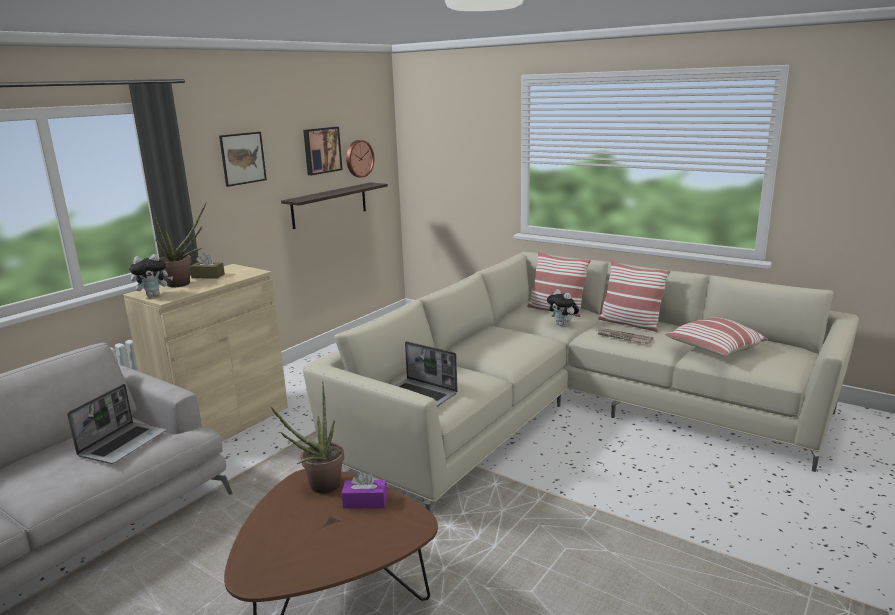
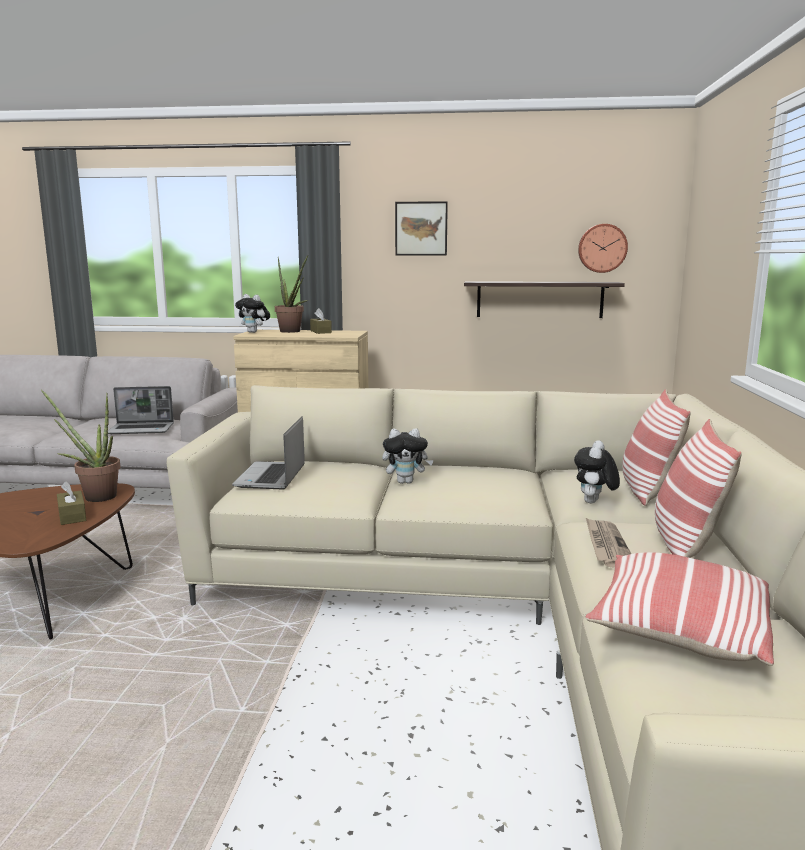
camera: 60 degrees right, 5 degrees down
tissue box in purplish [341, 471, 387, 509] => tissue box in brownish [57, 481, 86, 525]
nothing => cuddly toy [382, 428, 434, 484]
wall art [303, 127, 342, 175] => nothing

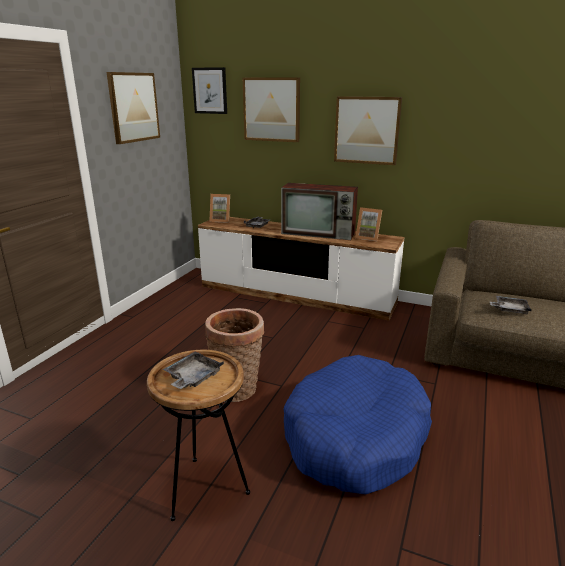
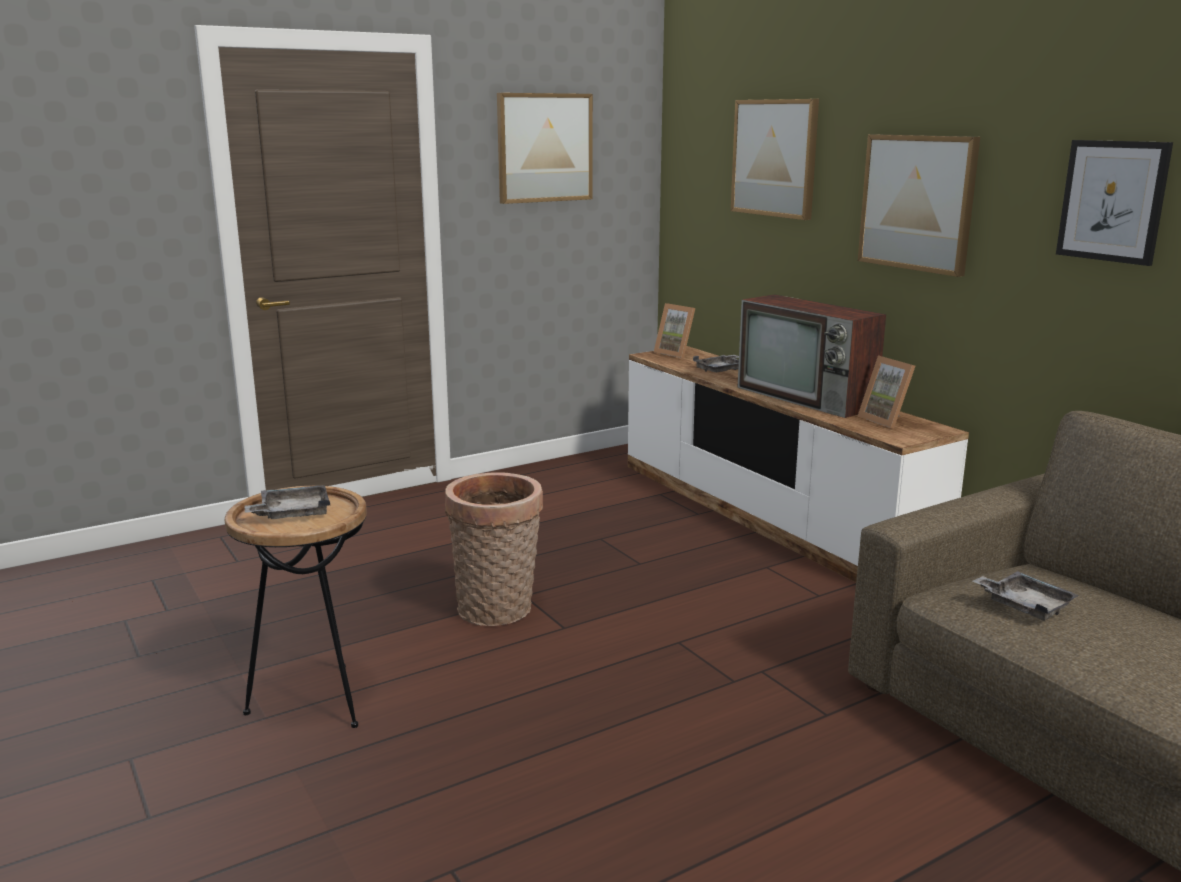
camera: 35 degrees right, 5 degrees down
wall art [192, 67, 227, 114] => wall art [1056, 140, 1173, 266], move
pet bed in blue-coloured [283, 355, 432, 494] => nothing

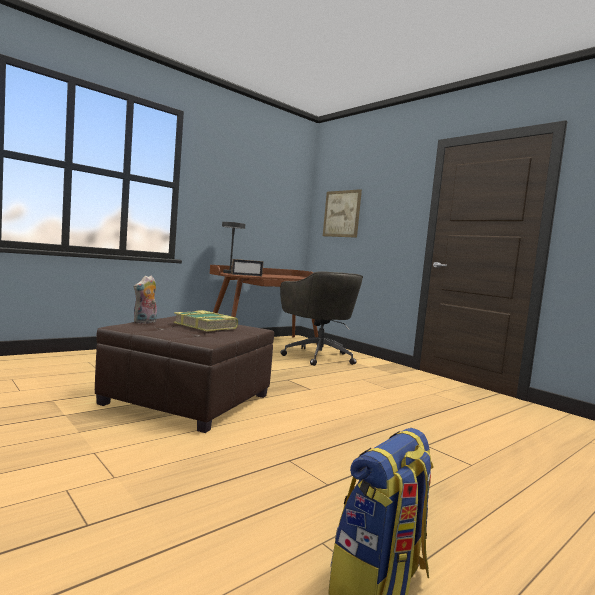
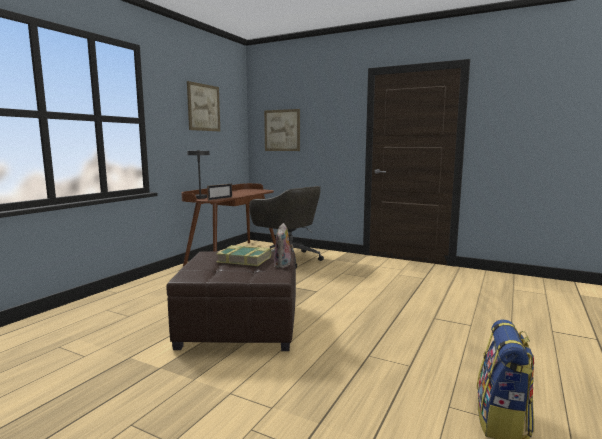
camera: 20 degrees left, 5 degrees up
nothing => wall art [187, 81, 220, 131]
cuddly toy [134, 276, 157, 324] => cuddly toy [274, 223, 293, 268], move

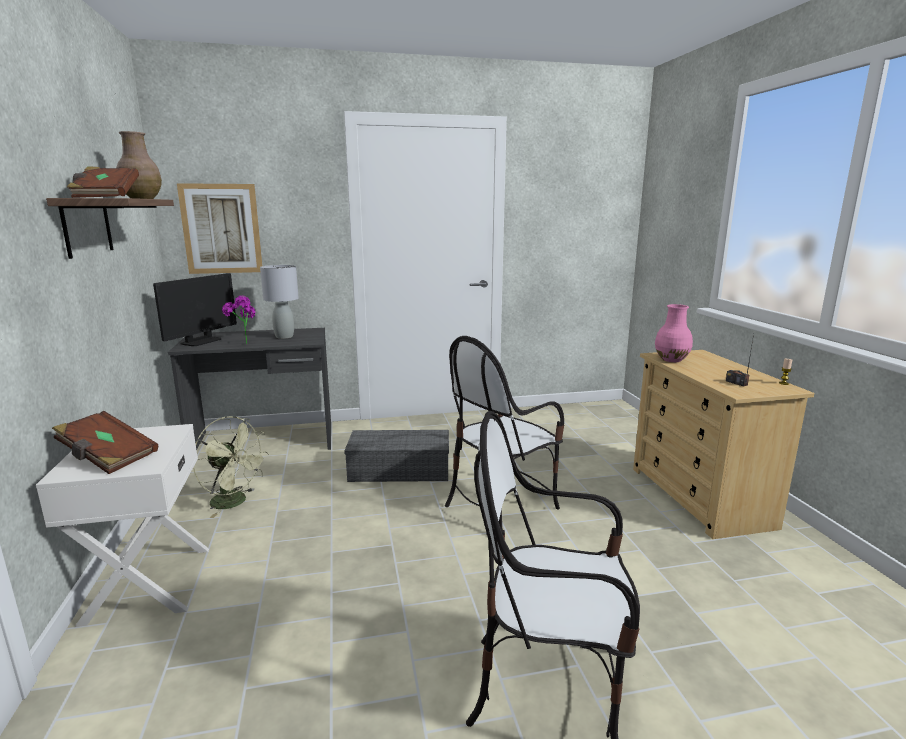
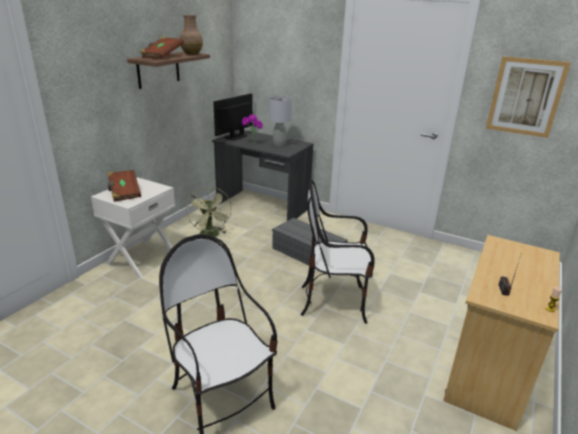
camera: 40 degrees right, 10 degrees up
monitor [153, 273, 237, 346] => monitor [213, 94, 253, 140], 150 degrees clockwise
wall art [177, 183, 262, 274] => wall art [486, 56, 571, 138], move
vase in pink [655, 304, 693, 362] => nothing

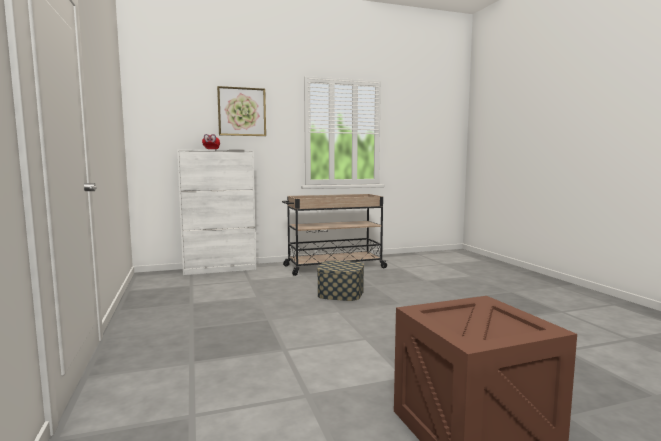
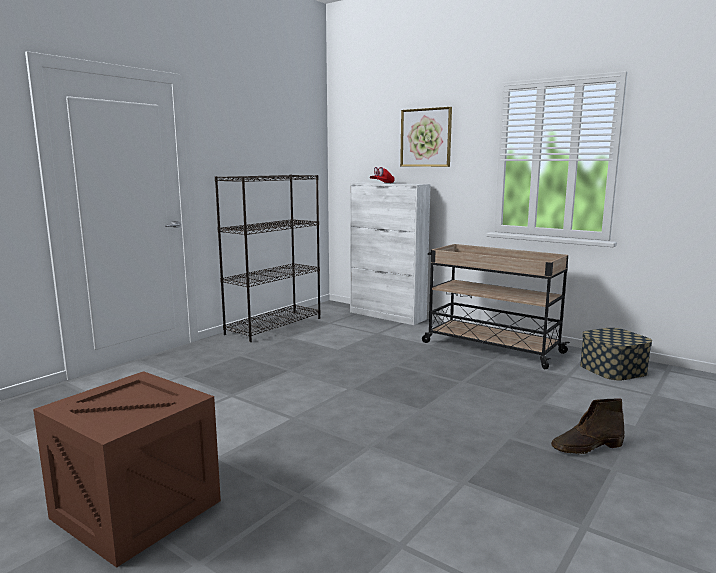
camera: 55 degrees right, 5 degrees up
nothing => bookcase in black [215, 175, 321, 342]
nothing => tall boot in brownish [551, 398, 625, 454]
storage box [317, 260, 364, 301] => storage box [580, 328, 652, 381], move

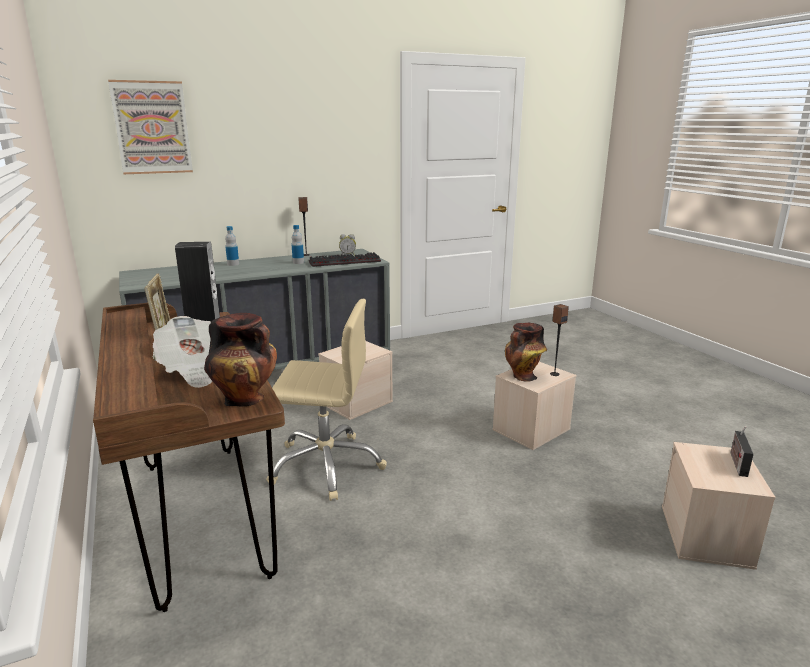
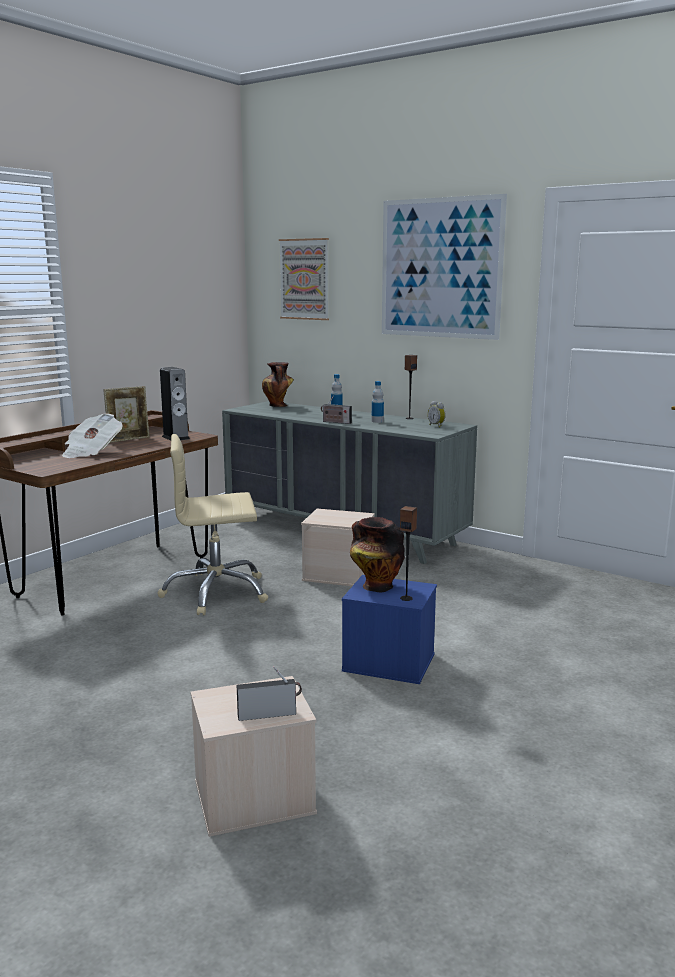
camera: 60 degrees right, 5 degrees down
office chair in sand-coloured [266, 299, 387, 501] => office chair in sand-coloured [158, 434, 268, 615], 105 degrees clockwise
vase [204, 313, 277, 407] => vase [262, 362, 294, 407], move
nothing => radio set [321, 396, 352, 424]
storage box in sand-coloured [492, 362, 577, 450] => storage box in blue-coloured [342, 575, 437, 684]
nothing => wall art [382, 194, 507, 340]
keyboard [309, 252, 381, 267] => nothing

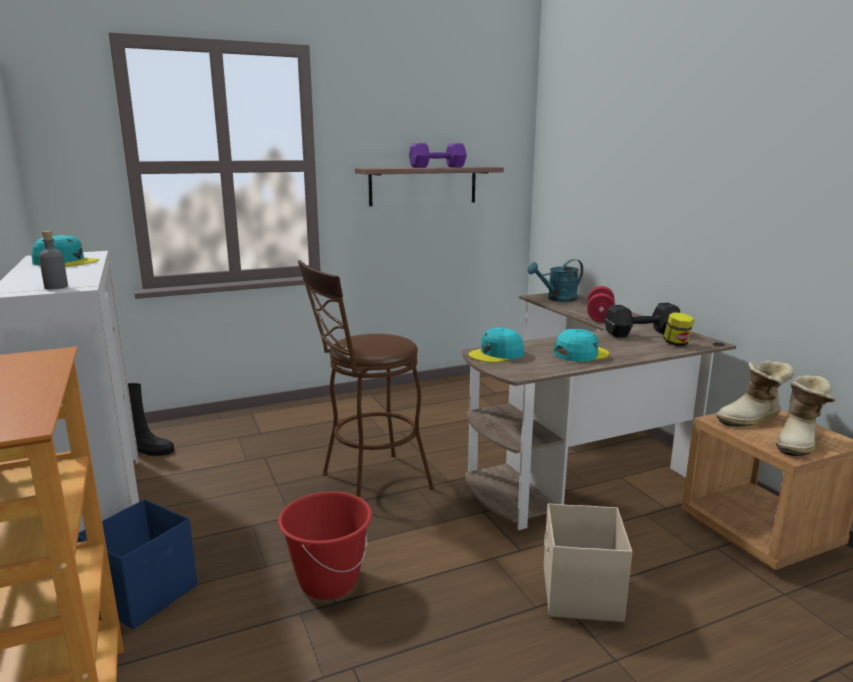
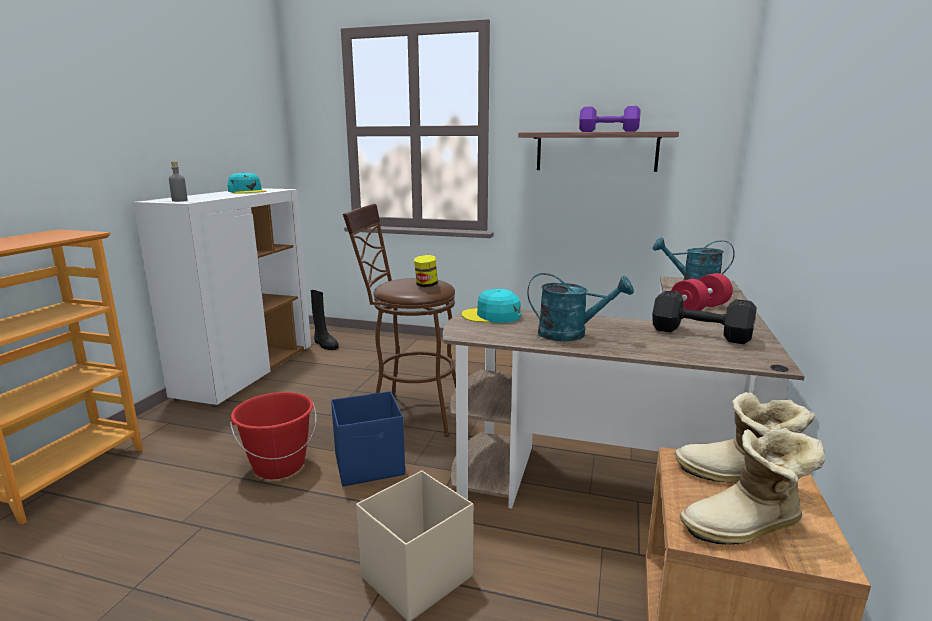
camera: 40 degrees right, 0 degrees up
storage box in blue-coloured [77, 499, 197, 630] => storage box in blue-coloured [331, 391, 405, 486], move
preserve jar [663, 312, 694, 346] => preserve jar [414, 255, 438, 287], move
peaked cap in blue-green [554, 329, 609, 362] => sprinkling can in blue-green [527, 273, 634, 341]

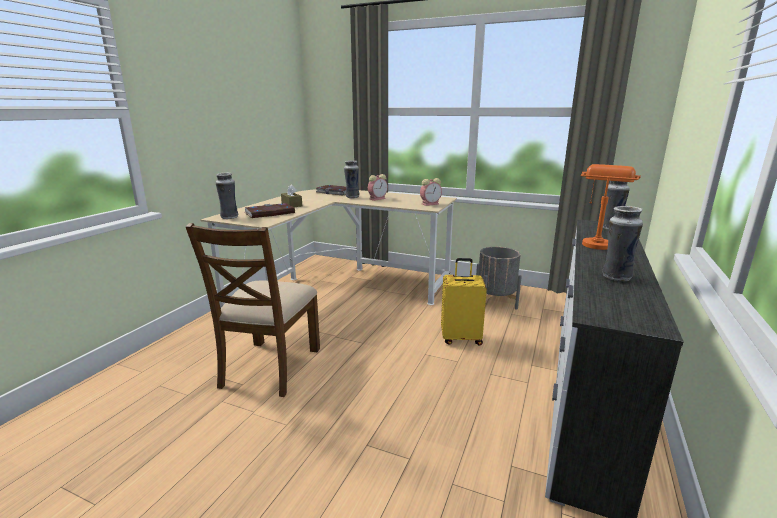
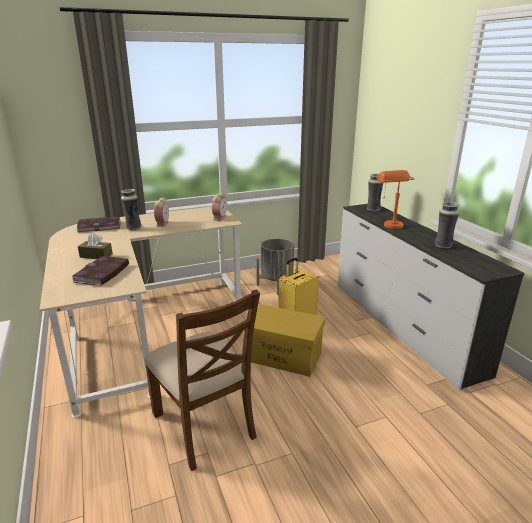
camera: 45 degrees left, 5 degrees up
nothing => storage box in yellowish [244, 304, 326, 377]
vase [216, 173, 239, 219] => nothing

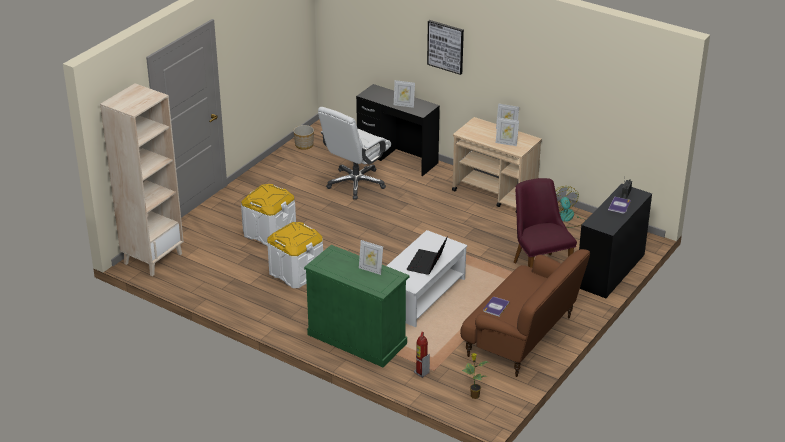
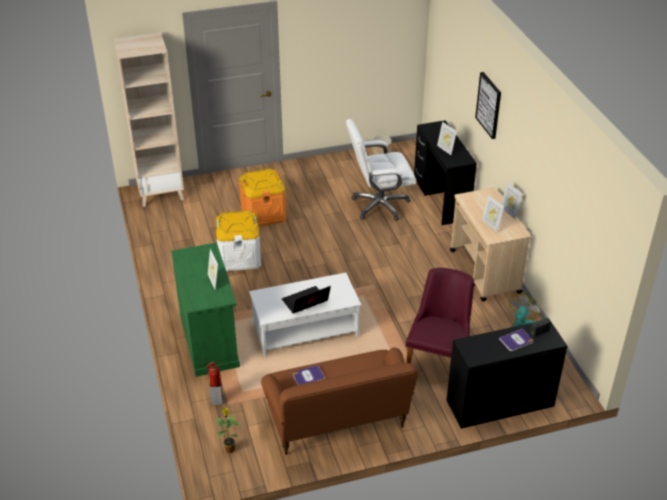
camera: 40 degrees right, 5 degrees up
storage box in whitish [241, 184, 296, 246] => storage box in orange-coloured [239, 169, 286, 227]

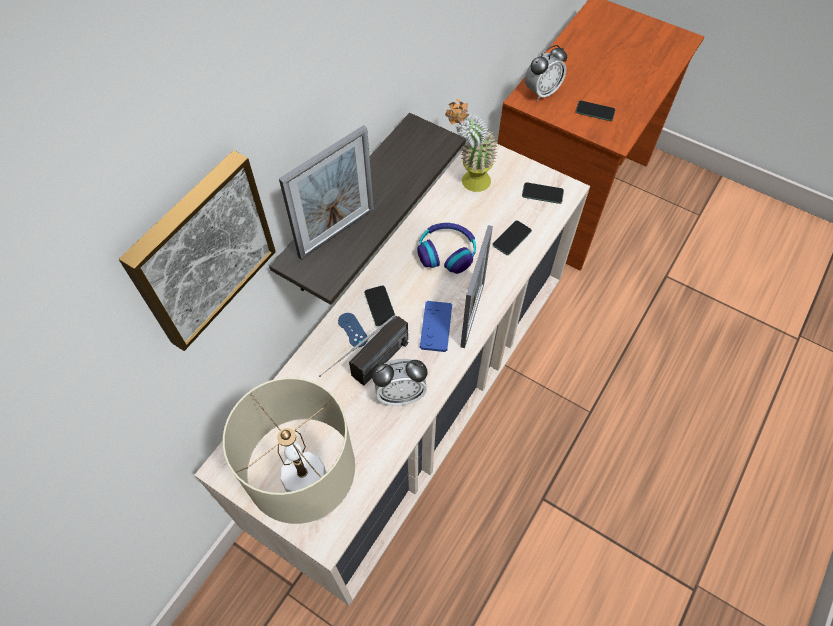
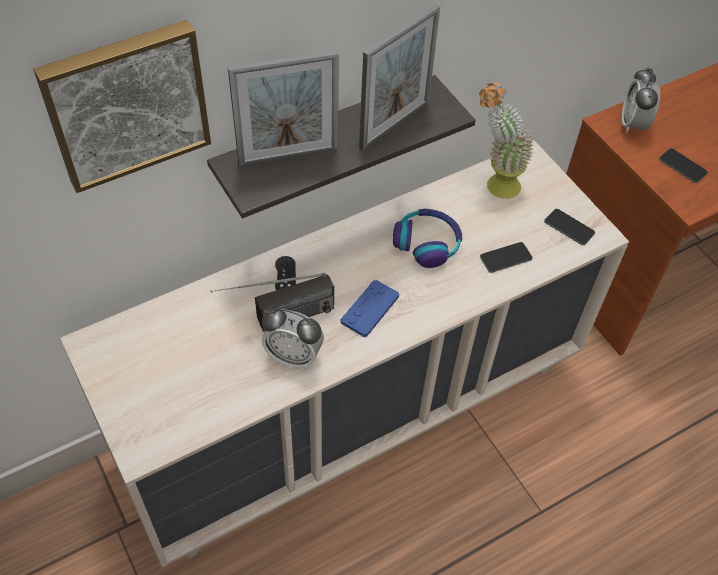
camera: 25 degrees right, 5 degrees down
gamepad in blue-coloured [338, 313, 367, 347] => gamepad in black [275, 256, 296, 290]
standing frame [460, 225, 493, 348] => standing frame [359, 4, 440, 150], move
table clock [525, 45, 567, 101] => table clock [622, 68, 660, 133], 105 degrees clockwise
lamp for a table in sand-coloured [223, 377, 355, 524] => nothing
handset [364, 285, 395, 326] => nothing

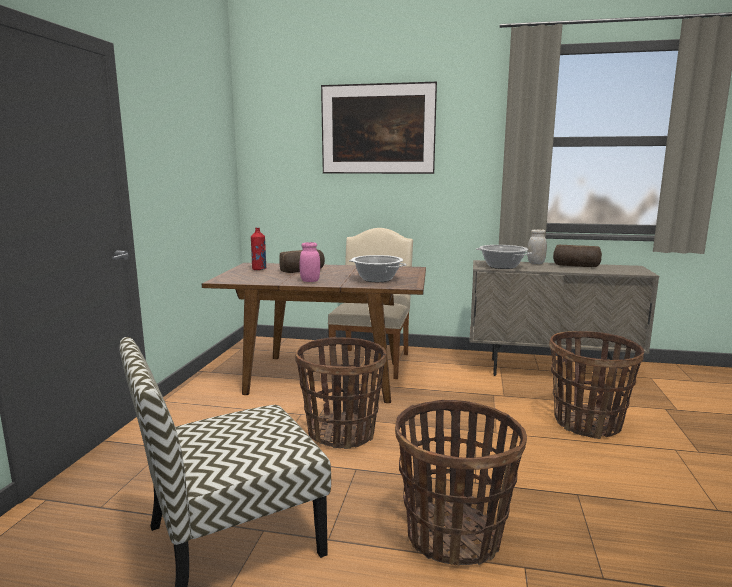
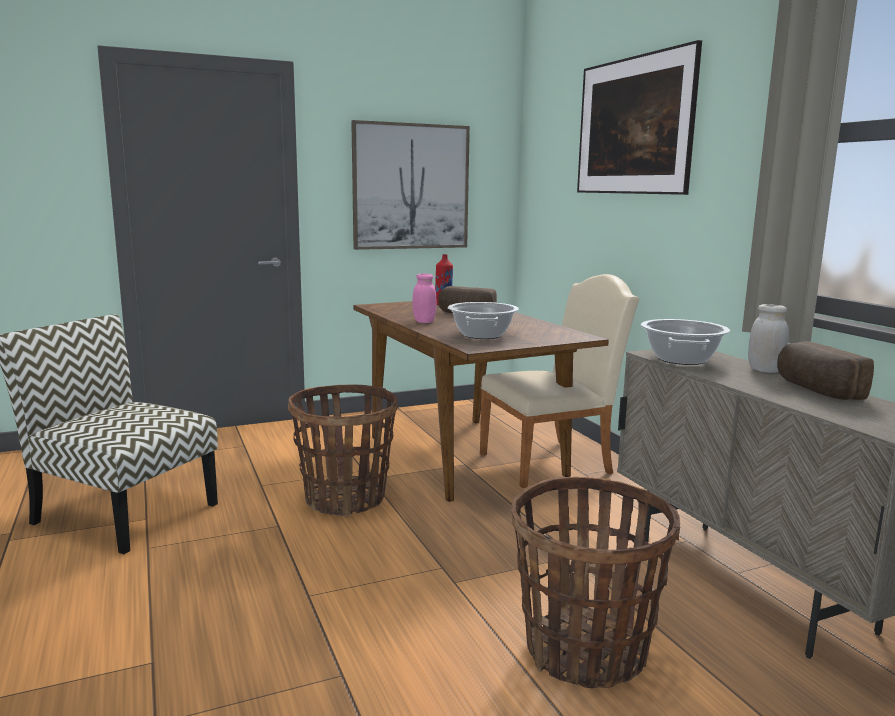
camera: 55 degrees right, 0 degrees up
nothing => wall art [351, 120, 470, 250]
household basket [395, 400, 527, 565] => nothing

